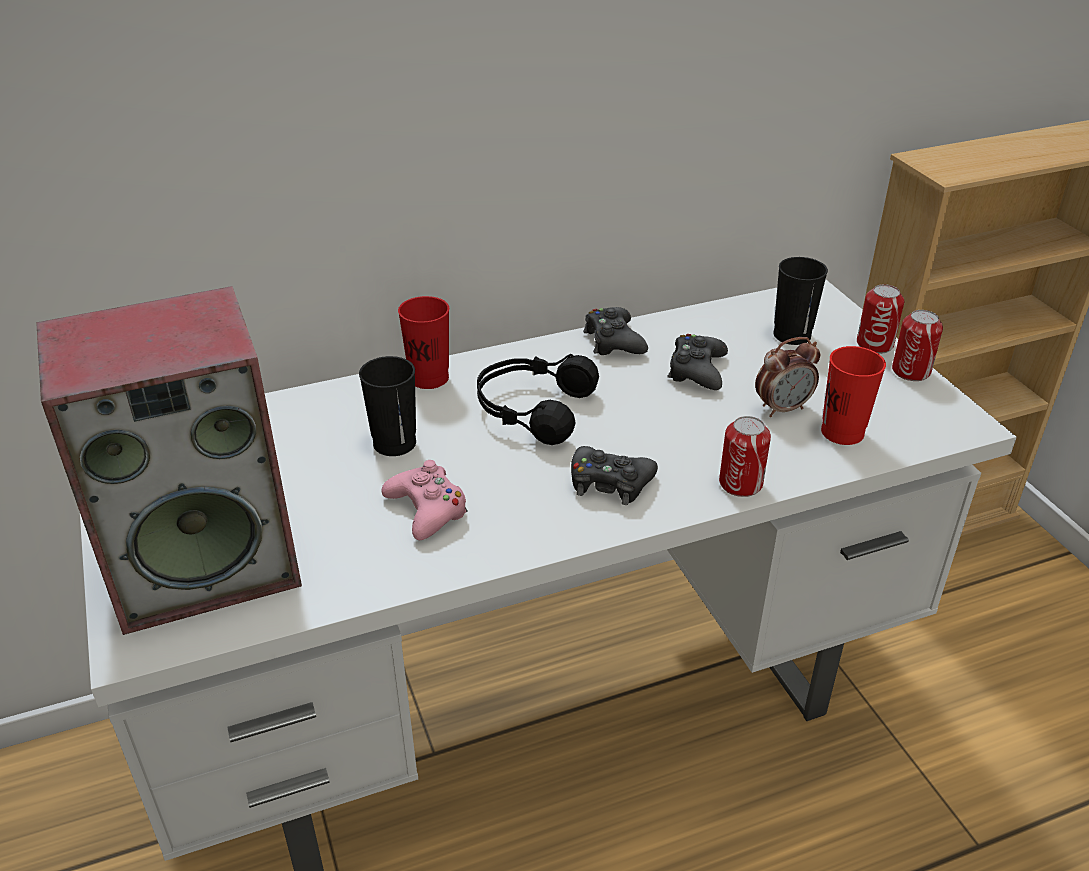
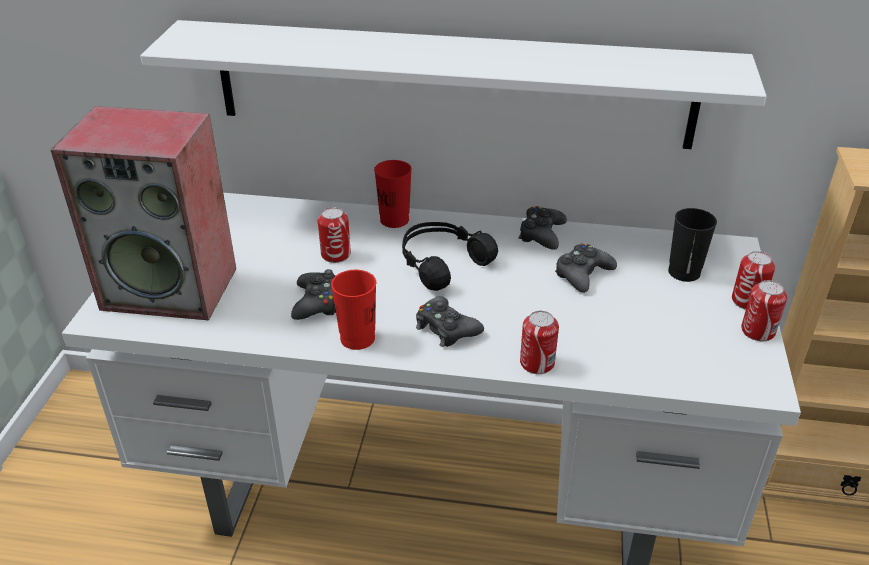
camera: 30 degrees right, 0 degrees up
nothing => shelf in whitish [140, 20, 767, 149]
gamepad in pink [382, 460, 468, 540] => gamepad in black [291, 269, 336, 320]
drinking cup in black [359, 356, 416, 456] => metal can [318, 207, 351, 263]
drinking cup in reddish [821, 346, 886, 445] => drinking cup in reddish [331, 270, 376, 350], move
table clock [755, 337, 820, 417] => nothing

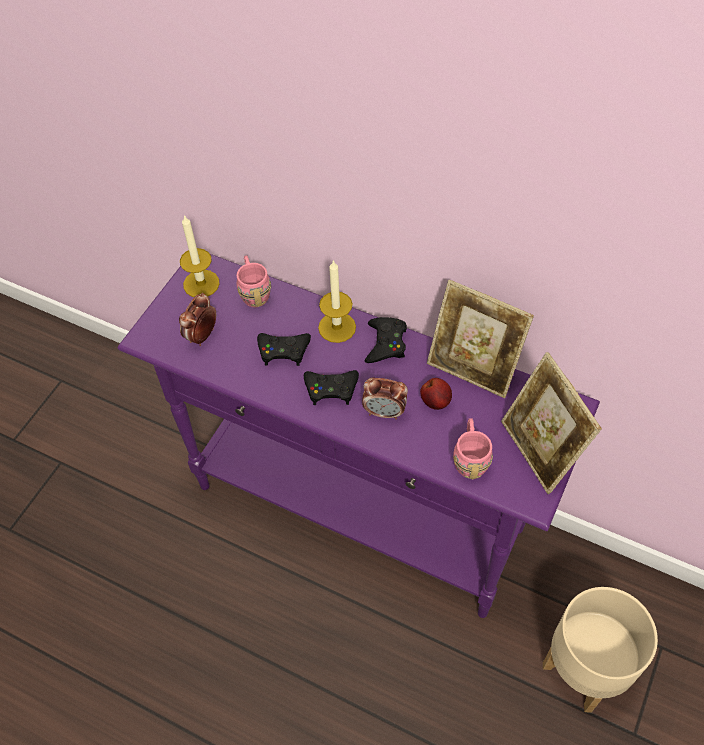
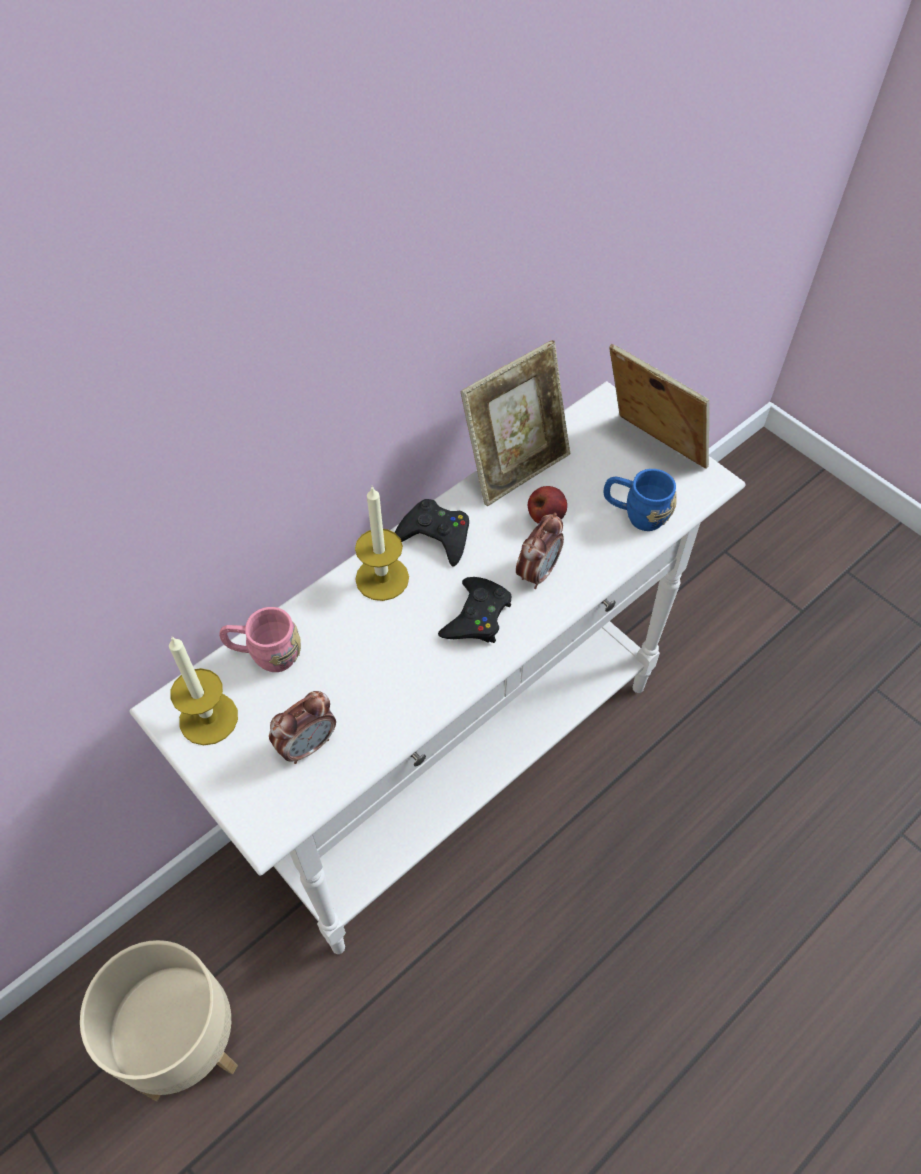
camera: 70 degrees left, 0 degrees up
plant pot in sand-coloured [543, 587, 658, 713] => plant pot in sand-coloured [80, 940, 238, 1102], move
narrow table in purplish [118, 254, 600, 618] => narrow table in whitish [129, 381, 746, 954]
table clock [179, 293, 216, 346] => table clock [269, 691, 336, 764], 90 degrees counterclockwise
mug in pink [453, 418, 493, 480] => mug in blue-coloured [603, 469, 677, 531]
standing frame [501, 352, 602, 494] => standing frame [609, 344, 709, 469], 135 degrees counterclockwise
gamepad in black [257, 333, 311, 366] => nothing

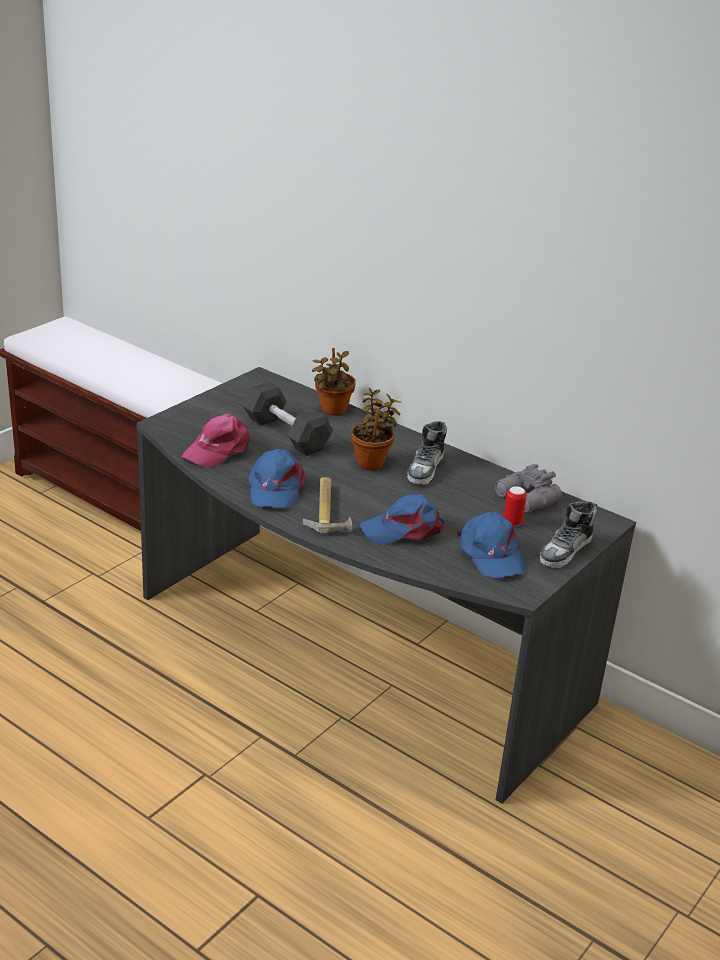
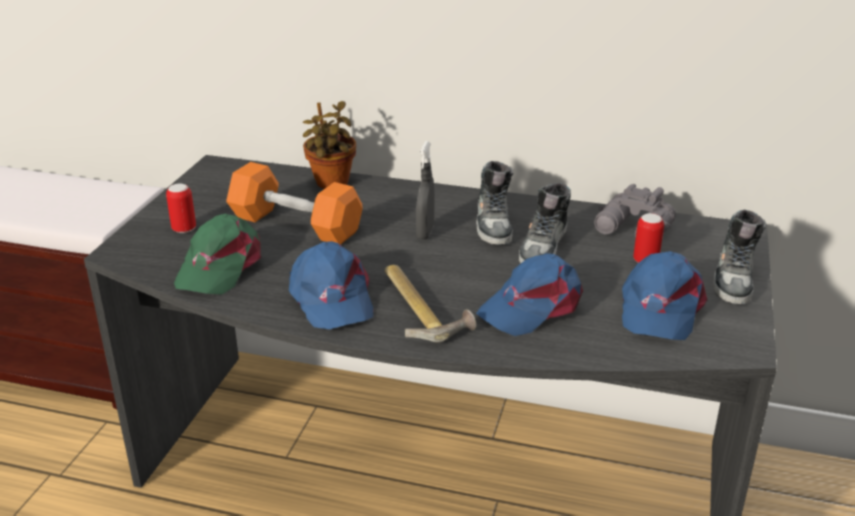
camera: 20 degrees left, 0 degrees up
nothing => metal can [166, 184, 196, 233]
peaked cap in pink [181, 414, 250, 468] => peaked cap in greenish [174, 214, 261, 295]
hand weight in greyish [243, 381, 333, 456] => hand weight in orange-coloured [226, 162, 363, 245]
houseplant [351, 388, 401, 470] => spray bottle in greyish [416, 141, 434, 239]
nothing => shoe [519, 183, 571, 264]
peaked cap in blue-coloured [456, 512, 526, 578] => peaked cap in blue-coloured [622, 251, 707, 340], 60 degrees clockwise

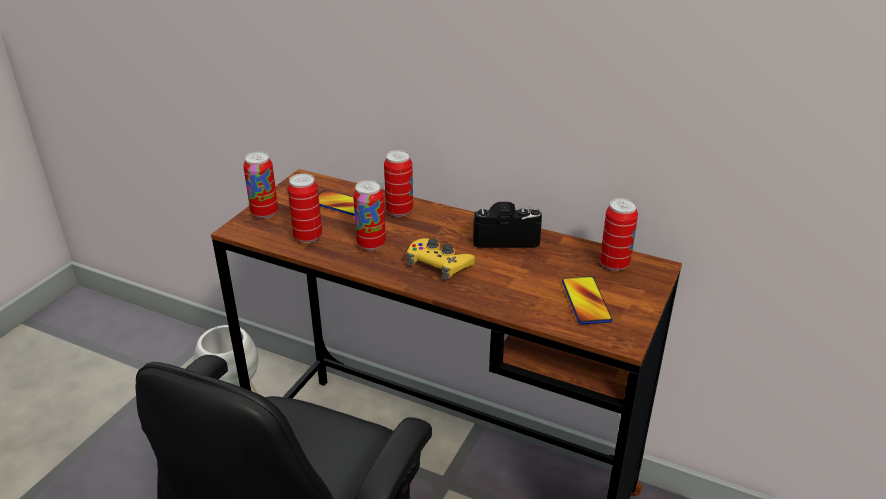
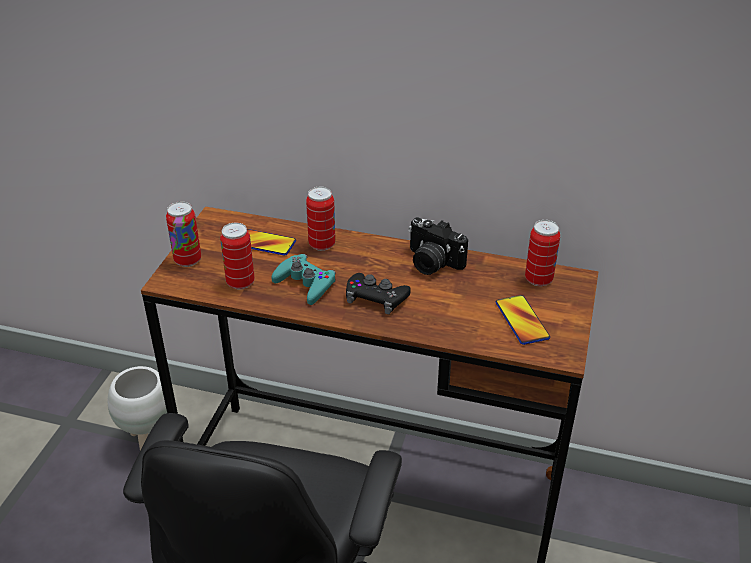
camera: 10 degrees left, 5 degrees up
metal can [353, 180, 386, 251] => gamepad in blue-green [271, 254, 336, 305]
gamepad in yellowish [406, 238, 475, 280] => gamepad in black [346, 273, 411, 314]
still camera [473, 202, 542, 248] => still camera [409, 217, 468, 275], 135 degrees counterclockwise

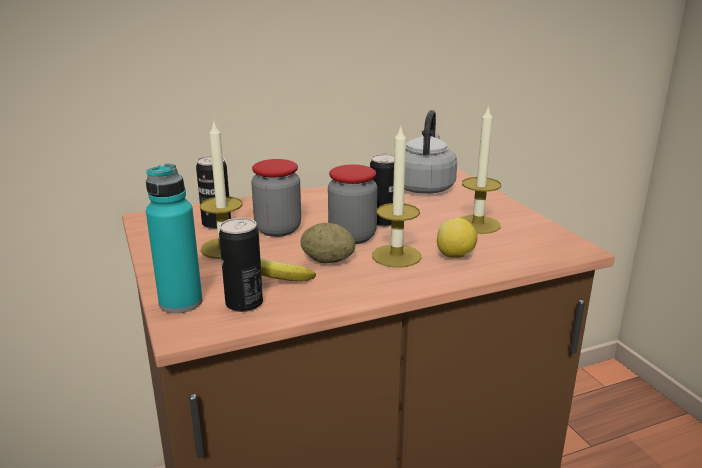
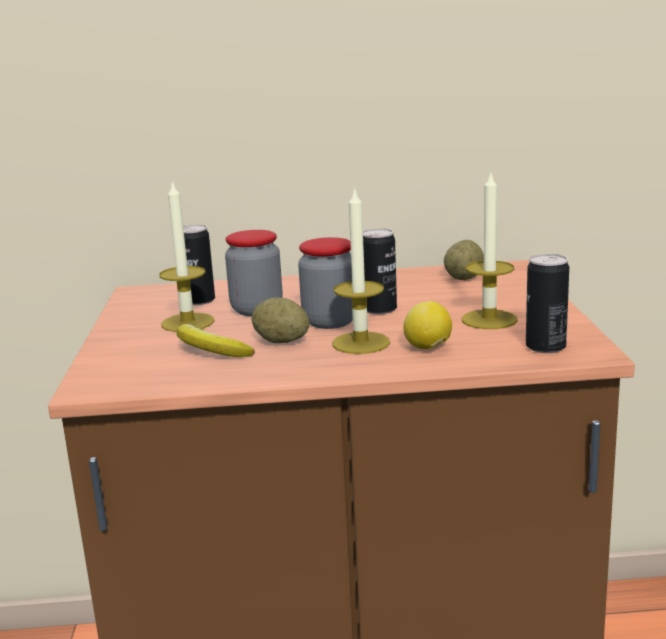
camera: 20 degrees right, 5 degrees down
tea kettle in greyish [404, 110, 457, 194] => potato [444, 240, 484, 280]
metal can [219, 218, 263, 312] => metal can [526, 254, 569, 353], move
drink bottle in blue-green [146, 164, 203, 313] => nothing

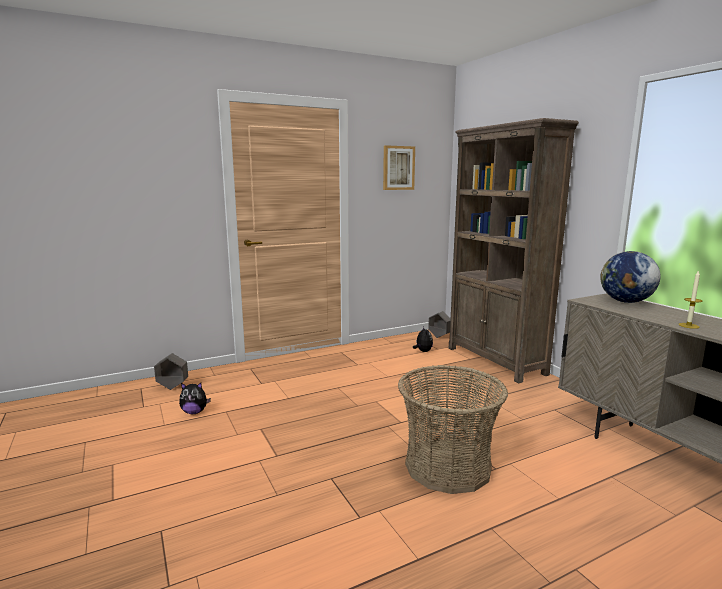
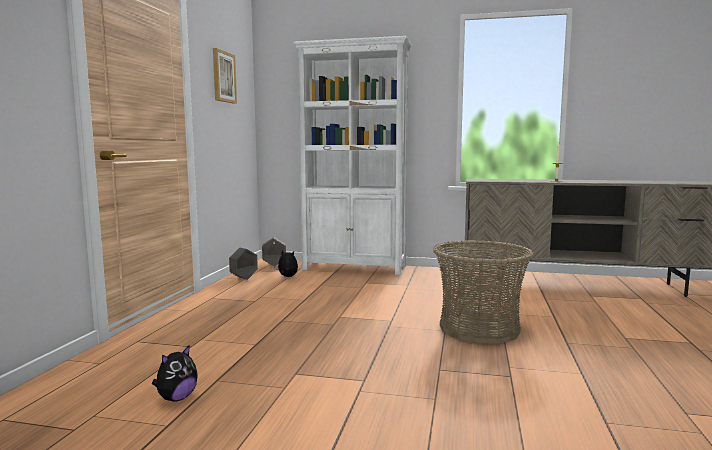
camera: 50 degrees left, 5 degrees down
plant pot in greyish [154, 353, 188, 390] => plant pot in greyish [229, 247, 258, 280], move
bookcase in brownish [449, 118, 579, 383] => bookcase in whitish [294, 36, 412, 275]
desk globe [600, 251, 661, 303] => nothing

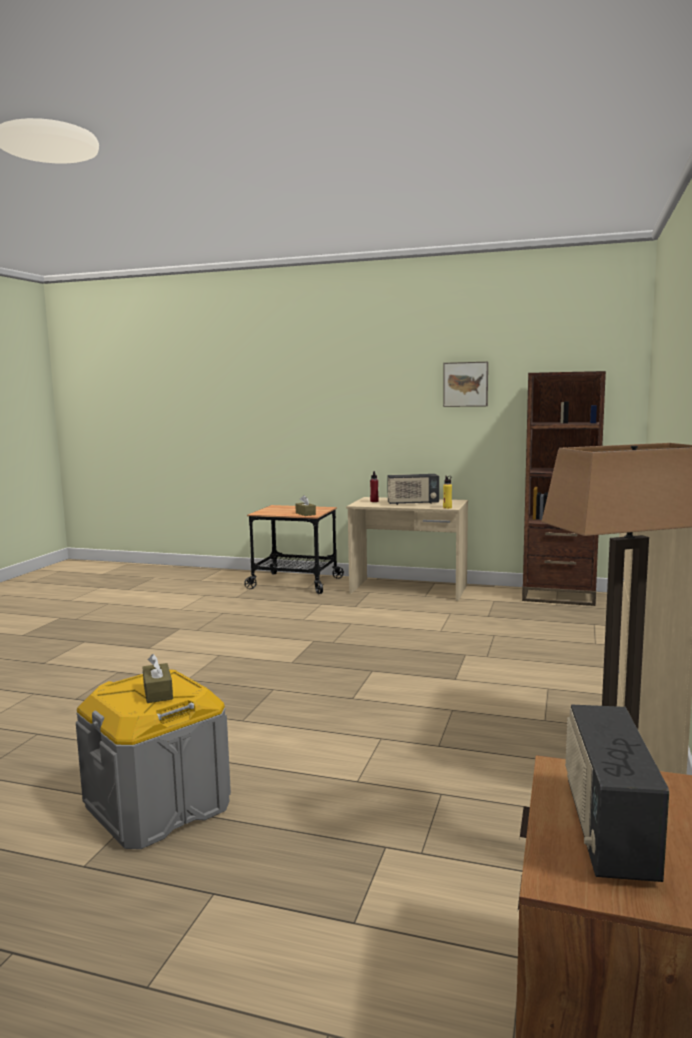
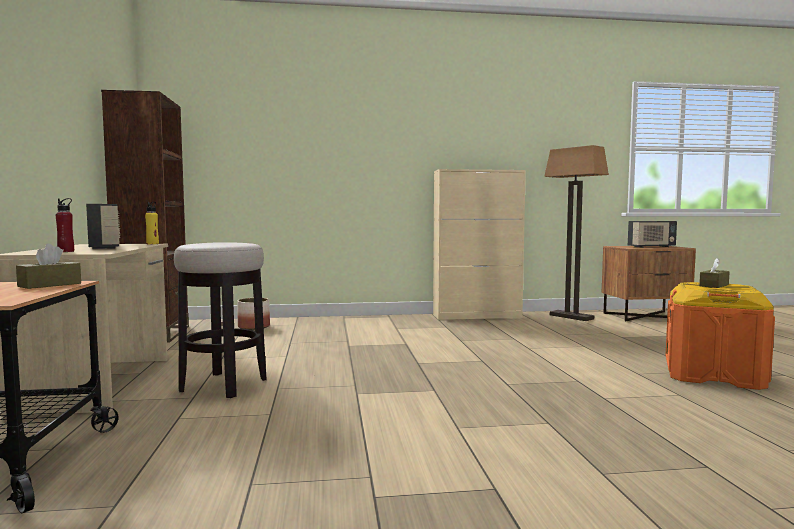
camera: 115 degrees left, 5 degrees down
nothing => stool [174, 242, 267, 398]
nothing => plant pot [237, 298, 270, 330]
storage box in greyish [76, 670, 231, 849] => storage box in orange-coloured [665, 282, 775, 390]
wall art [443, 362, 488, 407] => nothing

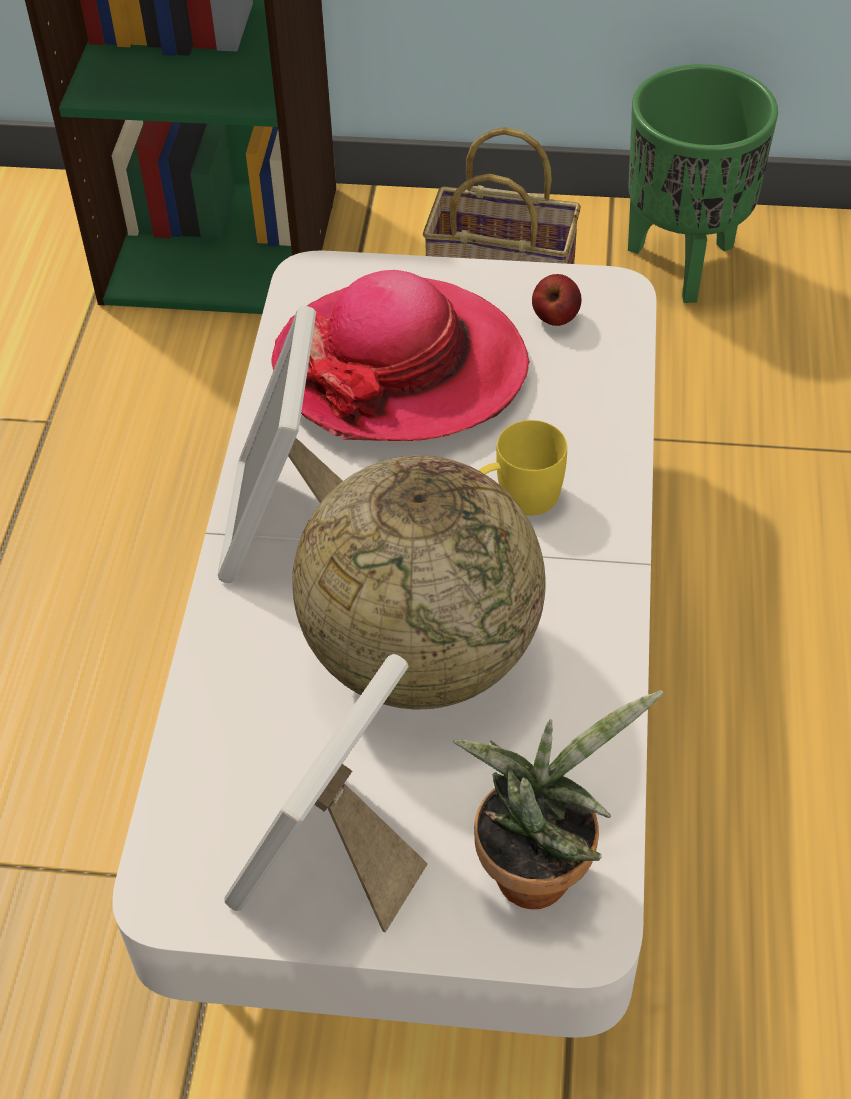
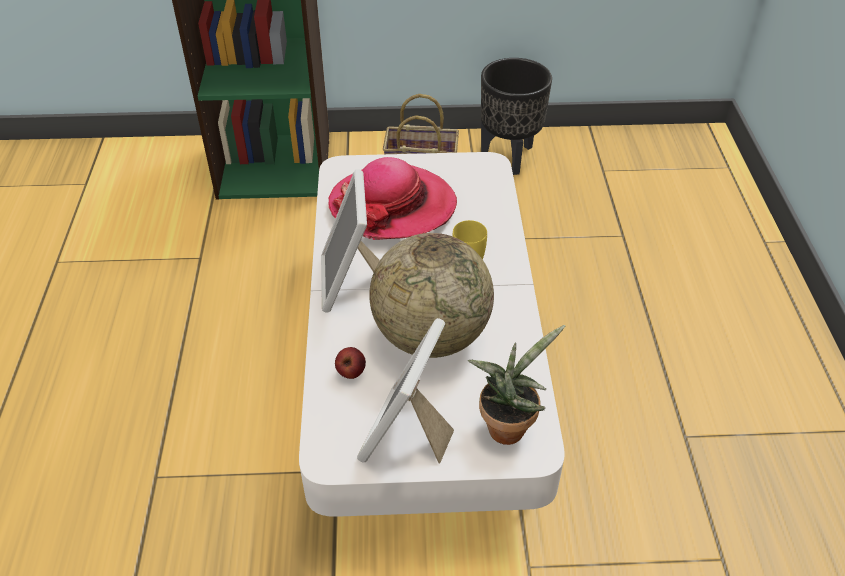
camera: 10 degrees left, 5 degrees down
apple fruit [532, 274, 582, 326] => apple fruit [335, 347, 366, 379], move
plant pot in greenish [628, 64, 778, 303] => plant pot in black [481, 58, 552, 175]

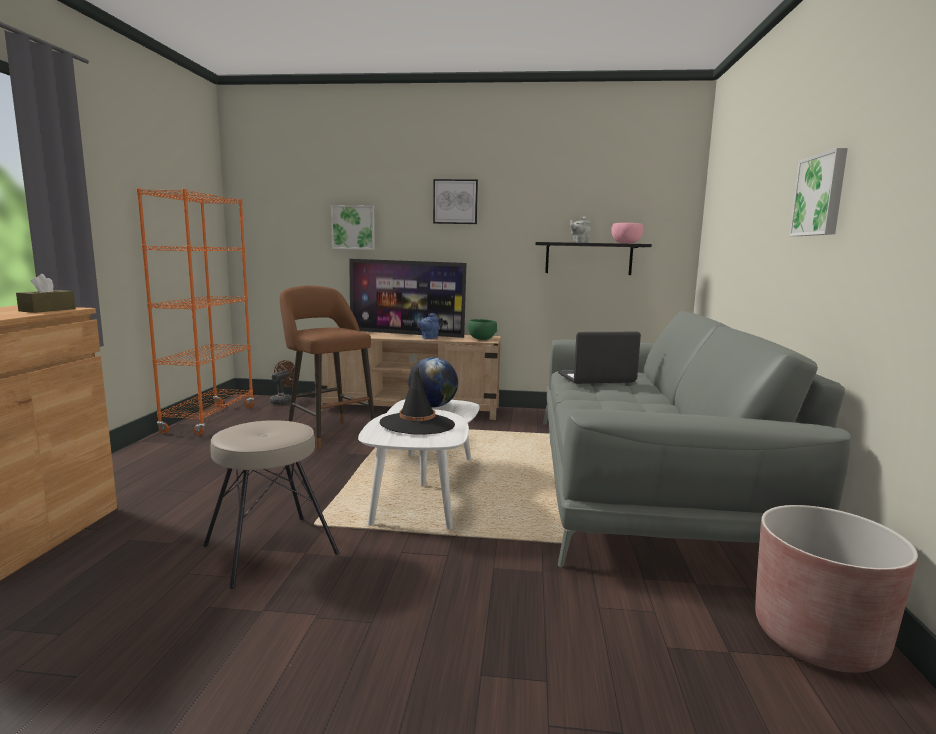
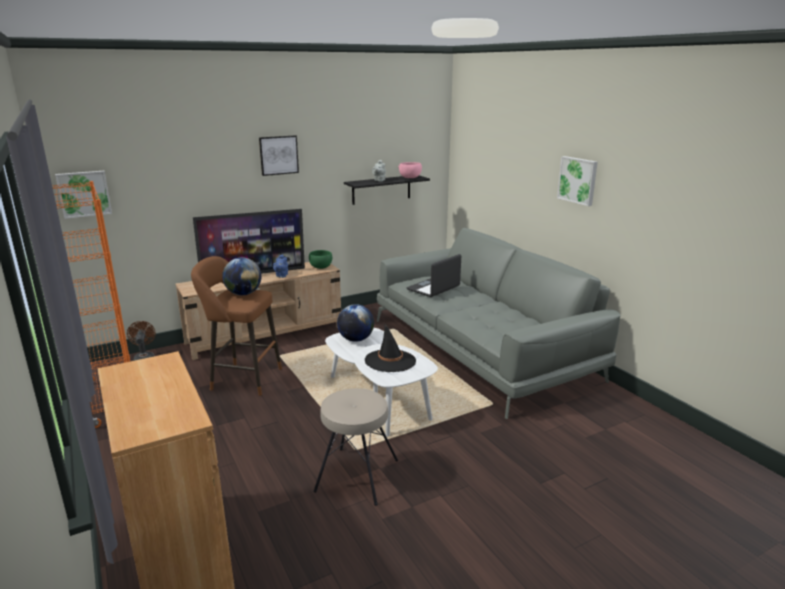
camera: 35 degrees left, 10 degrees up
wall art [331, 205, 375, 250] => wall art [55, 171, 112, 219], move
nothing => desk globe [222, 257, 261, 295]
tissue box in brownish [16, 274, 76, 313] => nothing
plant pot in brownish [755, 505, 918, 673] => nothing

